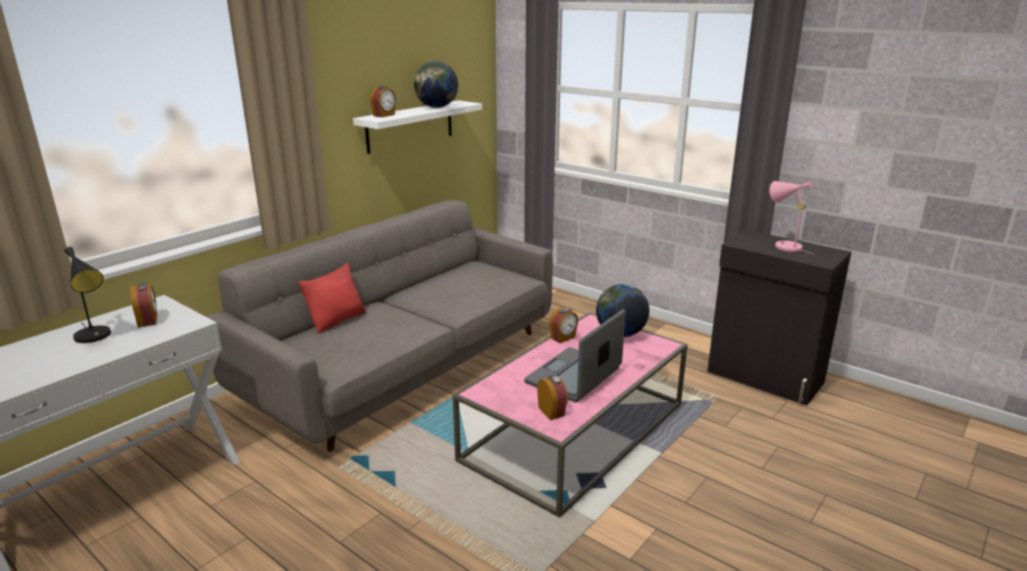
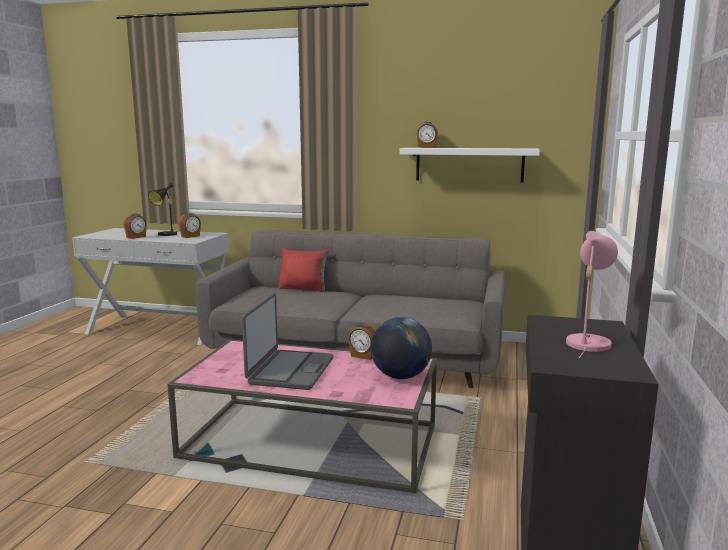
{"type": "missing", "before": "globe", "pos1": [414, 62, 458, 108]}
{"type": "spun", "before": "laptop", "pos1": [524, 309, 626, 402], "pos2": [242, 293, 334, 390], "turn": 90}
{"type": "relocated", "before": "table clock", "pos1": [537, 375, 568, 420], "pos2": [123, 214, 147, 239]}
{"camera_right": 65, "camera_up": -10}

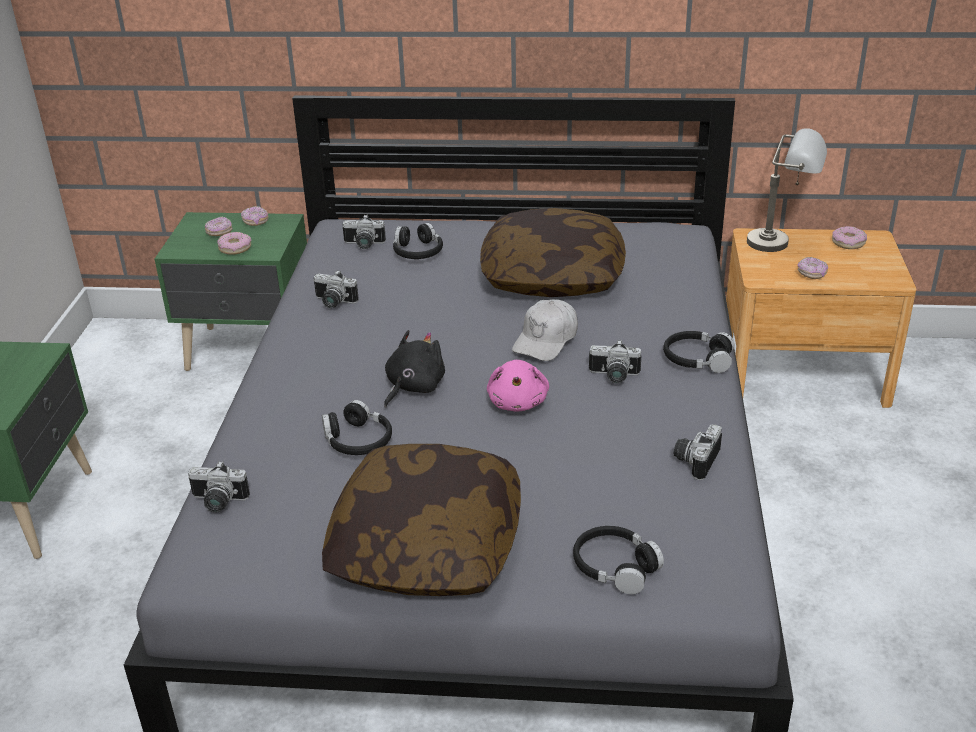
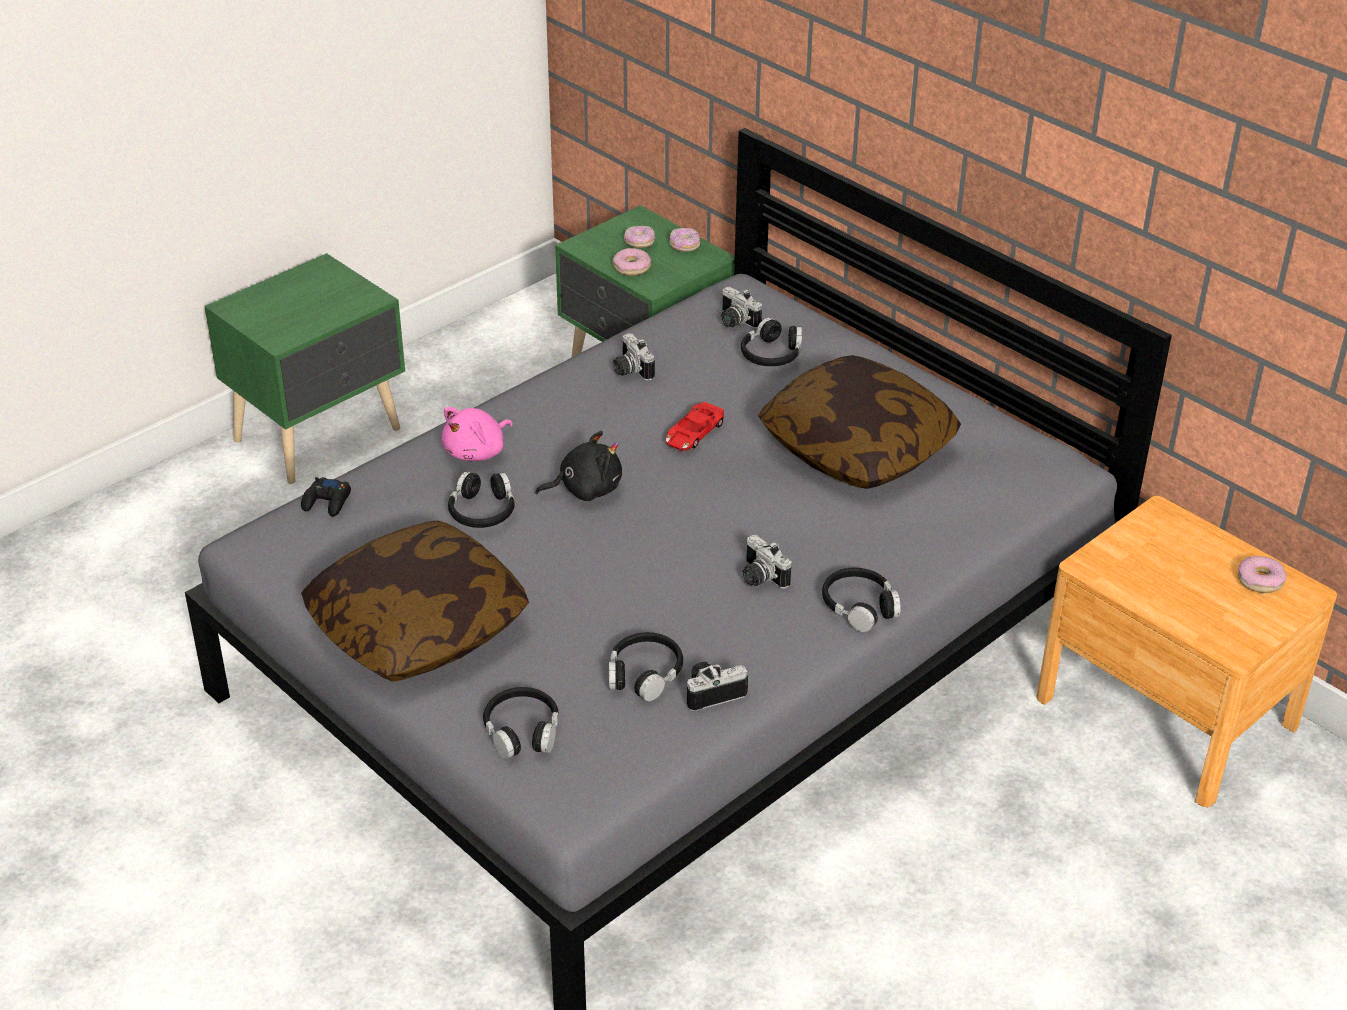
{"type": "missing", "before": "gray lamp for a table", "pos1": [747, 128, 827, 252]}
{"type": "missing", "before": "ring doughnut", "pos1": [798, 257, 828, 279]}
{"type": "missing", "before": "white peaked cap", "pos1": [512, 299, 578, 361]}
{"type": "relocated", "before": "pinkish soft toy", "pos1": [487, 360, 549, 412], "pos2": [441, 407, 513, 461]}
{"type": "exchanged", "before": "still camera", "after": "blackish gamepad", "pos1": [188, 461, 250, 513], "pos2": [301, 477, 351, 517]}
{"type": "appeared", "after": "red model car", "pos2": [666, 402, 724, 451]}
{"type": "appeared", "after": "blackish headset", "pos2": [609, 632, 683, 701]}
{"camera_right": 40, "camera_up": 5}

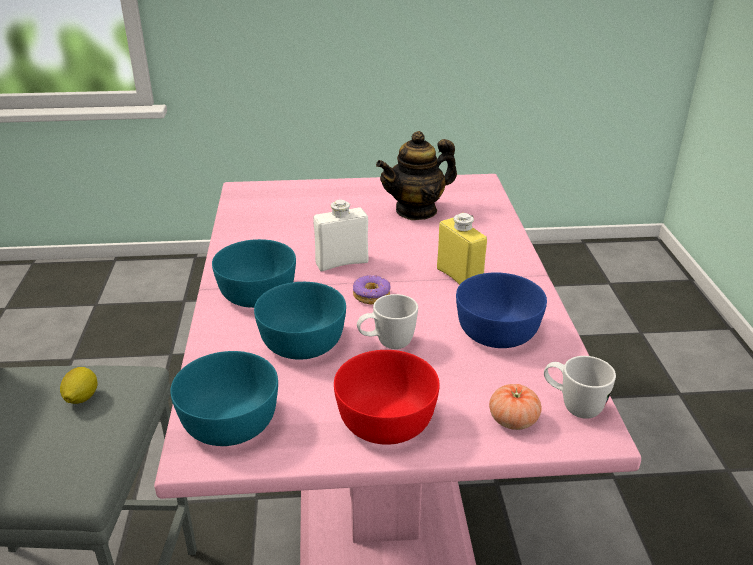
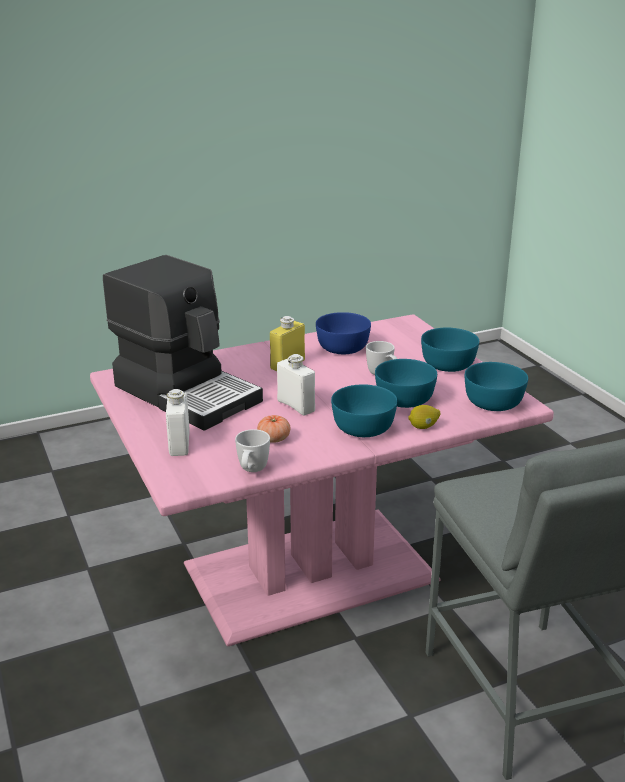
{"type": "exchanged", "before": "tea pot", "after": "coffee maker", "pos1": [376, 131, 457, 220], "pos2": [103, 255, 263, 431]}
{"type": "missing", "before": "ring doughnut", "pos1": [353, 275, 390, 305]}
{"type": "colour", "before": "red serving bowl", "after": "turquoise serving bowl", "pos1": [334, 350, 440, 445], "pos2": [421, 328, 479, 372]}
{"type": "relocated", "before": "white coffee mug", "pos1": [544, 356, 616, 419], "pos2": [235, 429, 270, 472]}
{"type": "relocated", "before": "citrus fruit", "pos1": [60, 367, 98, 404], "pos2": [408, 405, 440, 429]}
{"type": "relocated", "before": "fresh tomato", "pos1": [489, 384, 542, 430], "pos2": [257, 415, 290, 443]}
{"type": "appeared", "after": "white bottle", "pos2": [166, 389, 190, 456]}
{"camera_right": -110, "camera_up": -5}

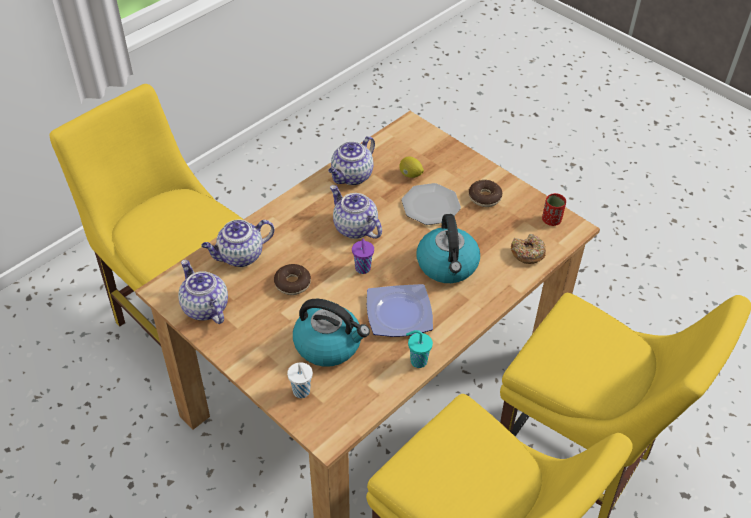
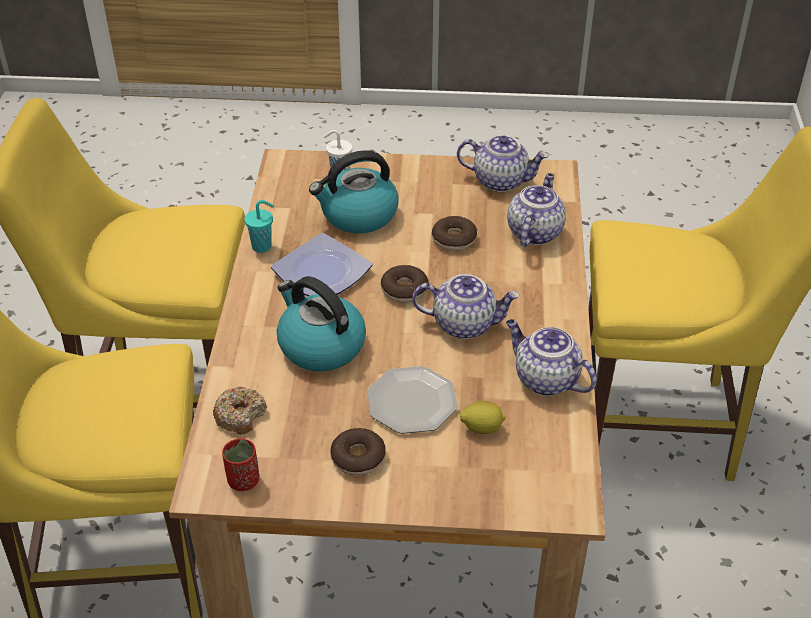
{"type": "spun", "before": "tea pot", "pos1": [328, 136, 375, 185], "pos2": [506, 319, 597, 396], "turn": -45}
{"type": "exchanged", "before": "purple-coloured cup", "after": "ring doughnut", "pos1": [352, 239, 374, 274], "pos2": [381, 265, 429, 303]}
{"camera_right": 140, "camera_up": -5}

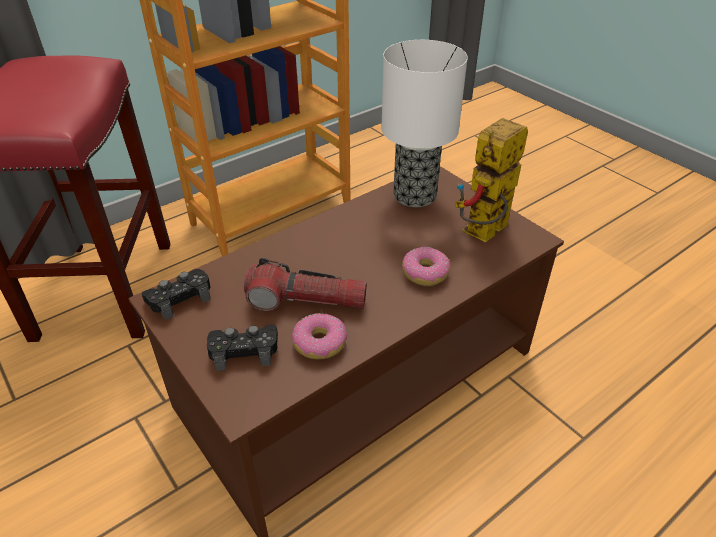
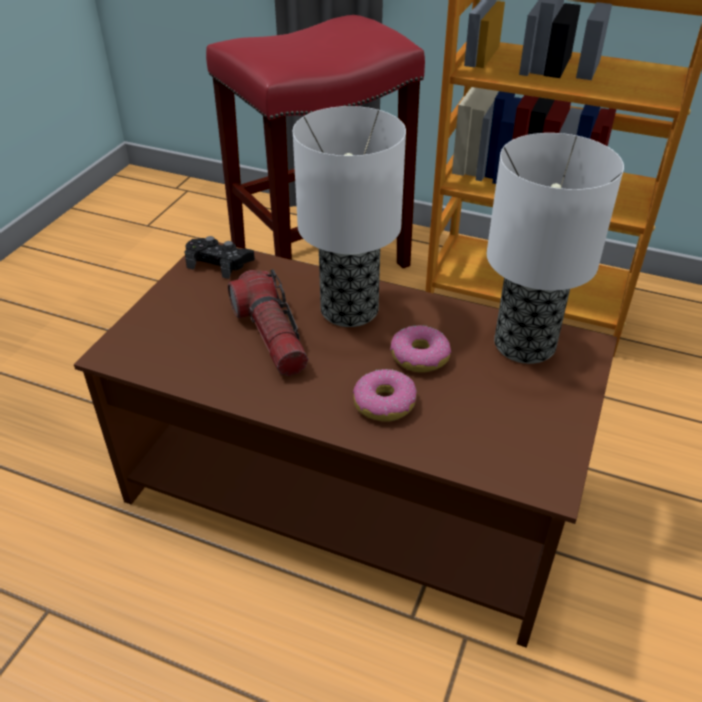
{"type": "missing", "before": "toy robot", "pos1": [455, 118, 528, 242]}
{"type": "relocated", "before": "ring doughnut", "pos1": [292, 313, 347, 360], "pos2": [390, 325, 451, 373]}
{"type": "missing", "before": "blackish gamepad", "pos1": [207, 325, 278, 371]}
{"type": "appeared", "after": "lamp for a table", "pos2": [293, 106, 406, 327]}
{"camera_right": 60, "camera_up": 0}

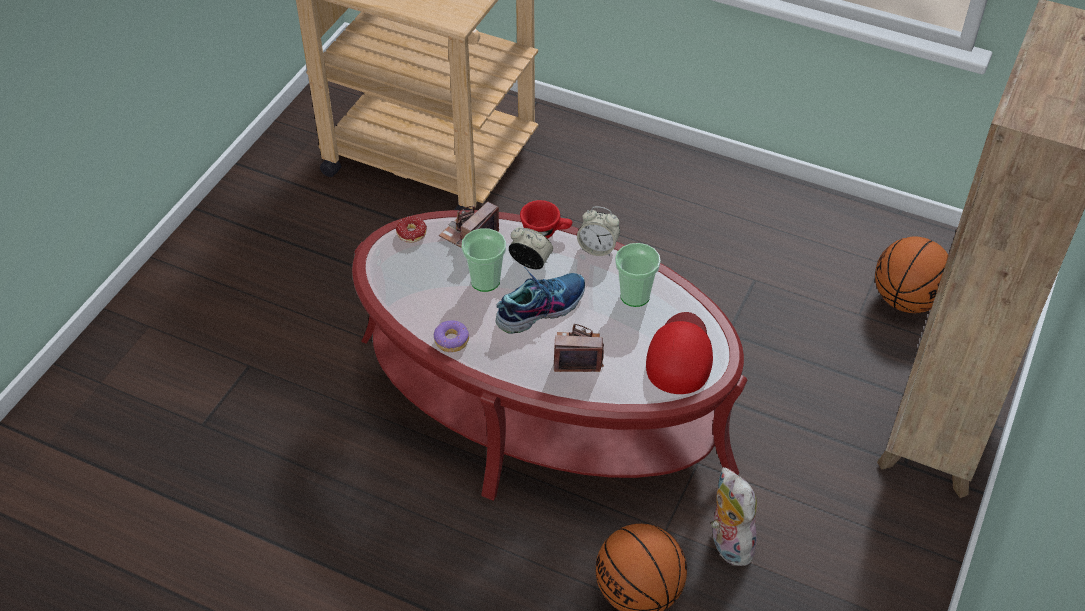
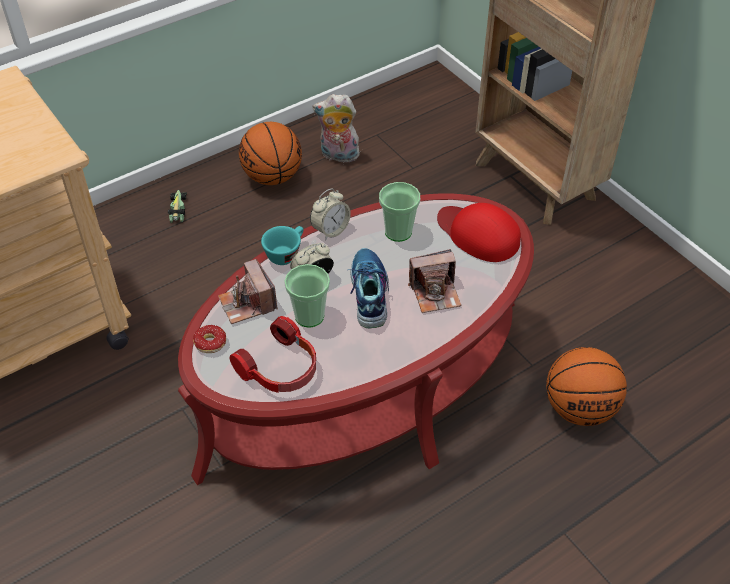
{"type": "colour", "before": "red cup", "after": "turquoise cup", "pos1": [520, 200, 572, 239], "pos2": [261, 226, 303, 265]}
{"type": "relocated", "before": "ball for basketball", "pos1": [875, 237, 948, 313], "pos2": [239, 122, 302, 185]}
{"type": "missing", "before": "ring doughnut", "pos1": [434, 320, 470, 352]}
{"type": "spun", "before": "still camera", "pos1": [554, 324, 604, 372], "pos2": [408, 249, 462, 313], "turn": -135}
{"type": "relocated", "before": "soft toy", "pos1": [711, 467, 758, 566], "pos2": [313, 94, 360, 163]}
{"type": "appeared", "after": "model car", "pos2": [168, 190, 187, 223]}
{"type": "appeared", "after": "headset", "pos2": [229, 316, 316, 393]}
{"camera_right": -60, "camera_up": 0}

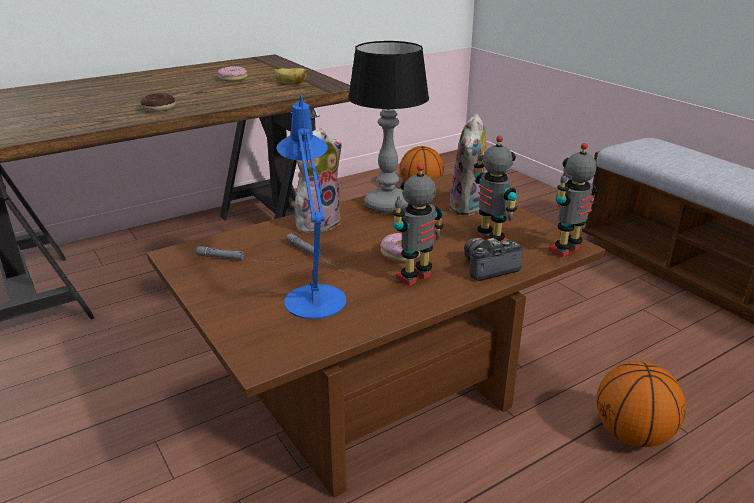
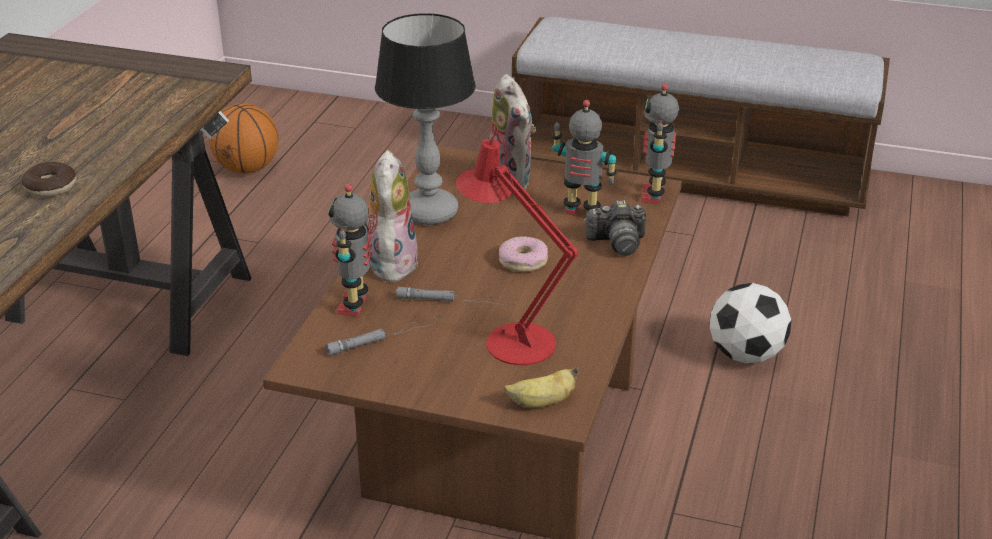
{"type": "missing", "before": "ring doughnut", "pos1": [218, 66, 247, 82]}
{"type": "relocated", "before": "banana", "pos1": [274, 68, 309, 84], "pos2": [504, 367, 579, 408]}
{"type": "colour", "before": "bluish lamp for a table", "after": "red lamp for a table", "pos1": [277, 95, 346, 319], "pos2": [456, 133, 578, 365]}
{"type": "relocated", "before": "toy robot", "pos1": [393, 164, 443, 286], "pos2": [328, 184, 372, 316]}
{"type": "spun", "before": "still camera", "pos1": [464, 237, 523, 281], "pos2": [584, 200, 646, 256], "turn": -120}
{"type": "exchanged", "before": "ball for basketball", "after": "football ball", "pos1": [596, 361, 686, 447], "pos2": [709, 283, 792, 364]}
{"camera_right": -40, "camera_up": 5}

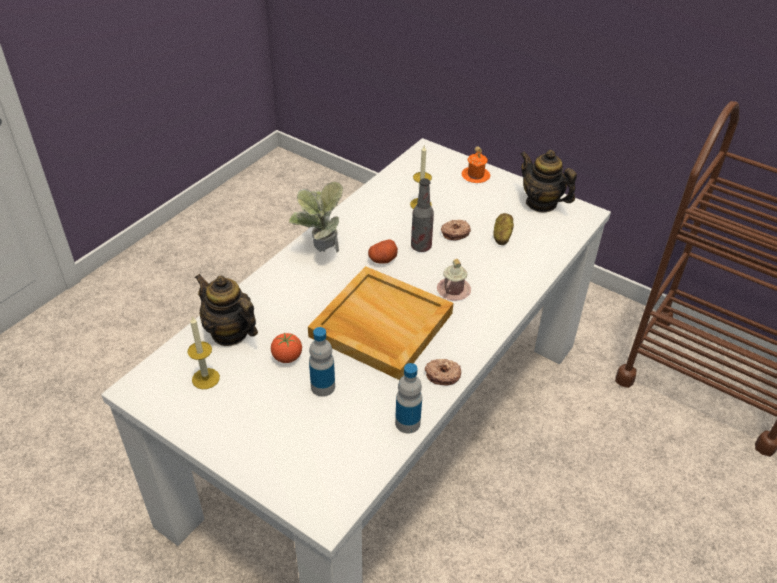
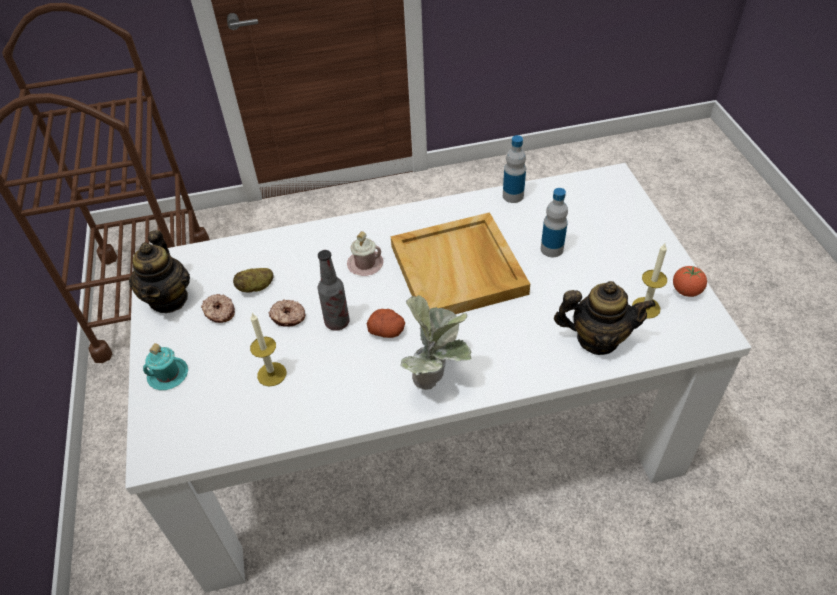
{"type": "colour", "before": "orange-coloured coffee mug", "after": "turquoise coffee mug", "pos1": [462, 147, 490, 183], "pos2": [143, 343, 188, 390]}
{"type": "spun", "before": "tea pot", "pos1": [195, 274, 258, 346], "pos2": [554, 281, 656, 355], "turn": -75}
{"type": "relocated", "before": "fresh tomato", "pos1": [271, 333, 302, 363], "pos2": [673, 266, 707, 297]}
{"type": "relocated", "before": "ring doughnut", "pos1": [425, 359, 461, 385], "pos2": [201, 294, 235, 323]}
{"camera_right": -135, "camera_up": 5}

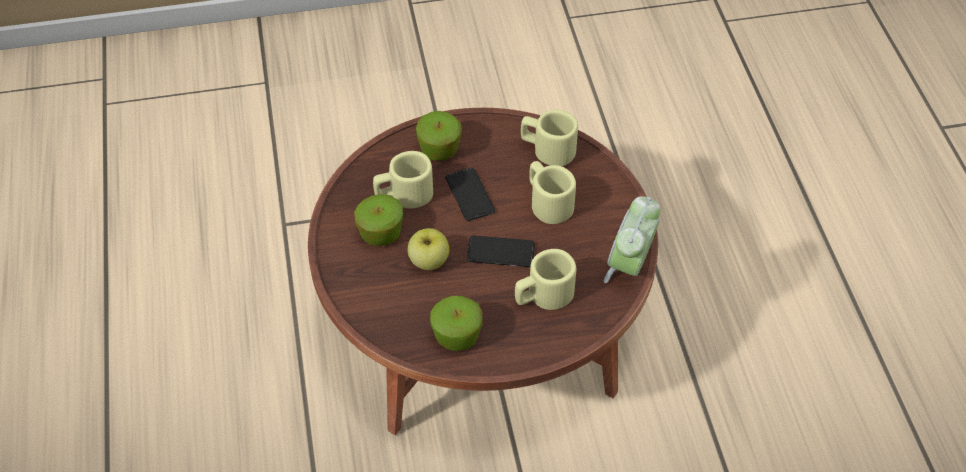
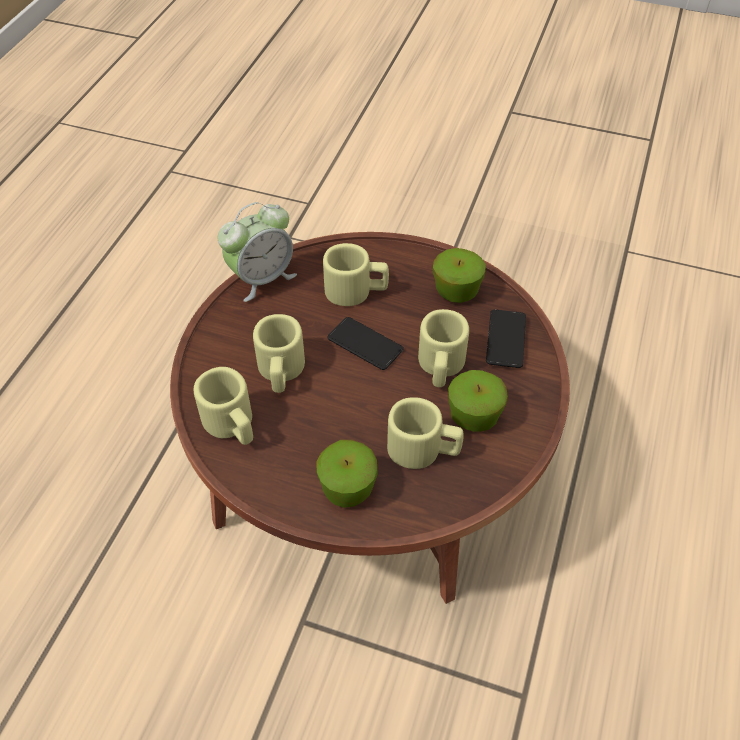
{"type": "relocated", "before": "telephone", "pos1": [445, 168, 495, 221], "pos2": [486, 309, 526, 368]}
{"type": "exchanged", "before": "apple", "after": "beige coffee mug", "pos1": [408, 228, 449, 270], "pos2": [418, 309, 469, 387]}
{"camera_right": -150, "camera_up": 0}

